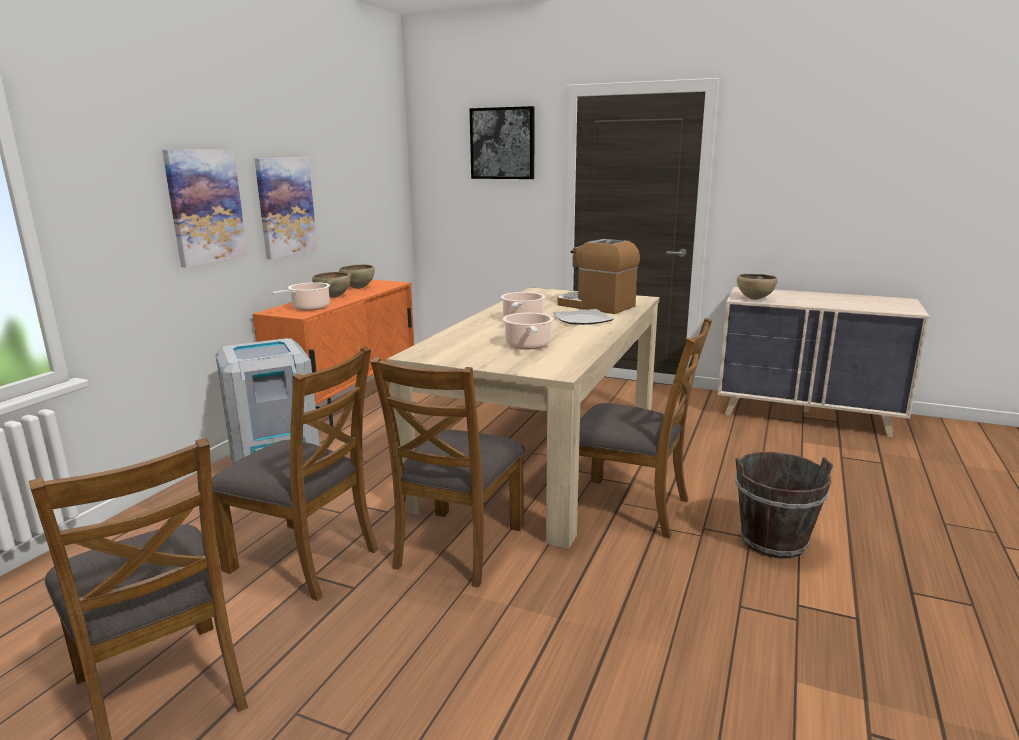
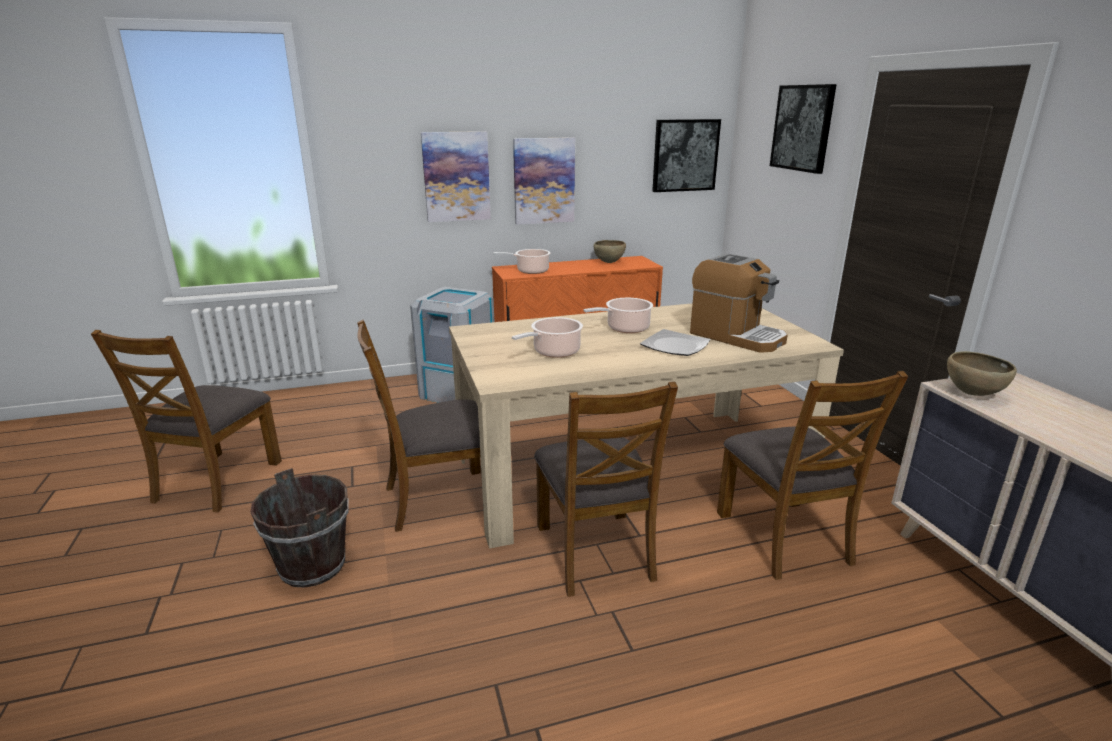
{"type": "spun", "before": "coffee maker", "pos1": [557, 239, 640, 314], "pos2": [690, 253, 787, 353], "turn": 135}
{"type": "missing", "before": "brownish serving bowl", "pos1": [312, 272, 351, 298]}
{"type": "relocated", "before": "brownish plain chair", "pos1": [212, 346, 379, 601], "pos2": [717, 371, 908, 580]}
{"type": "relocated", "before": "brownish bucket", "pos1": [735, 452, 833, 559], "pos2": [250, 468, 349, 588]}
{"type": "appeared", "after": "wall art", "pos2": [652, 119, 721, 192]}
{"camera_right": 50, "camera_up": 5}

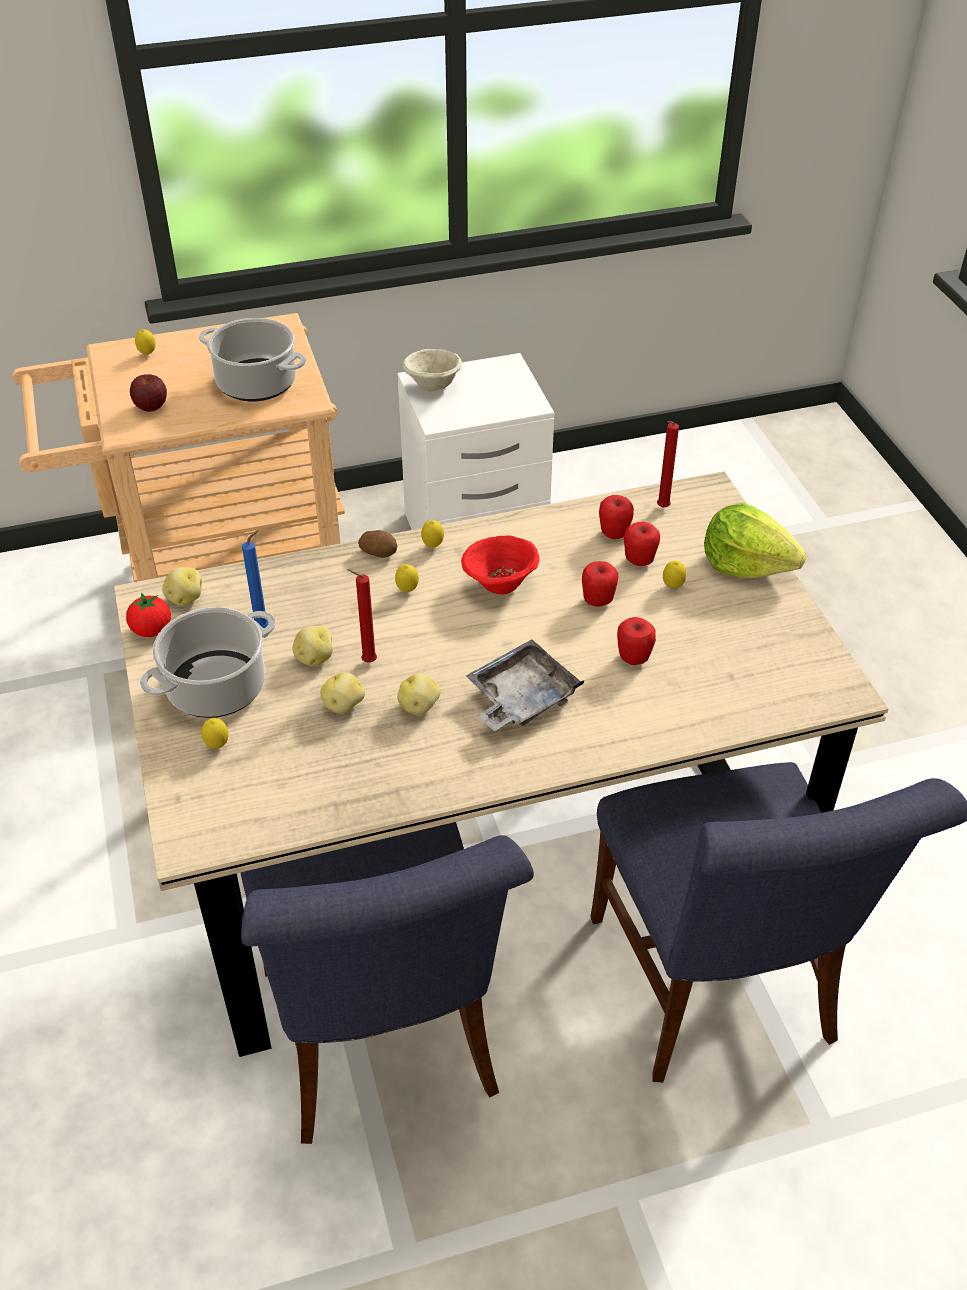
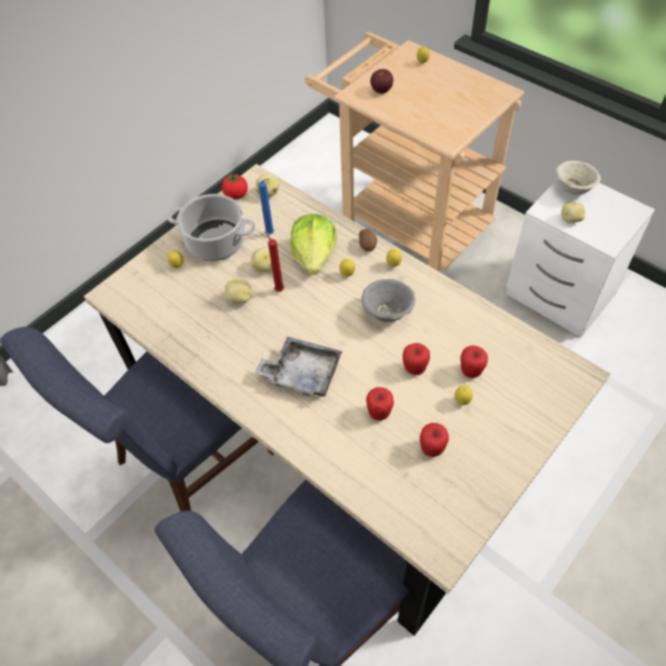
{"type": "missing", "before": "saucepot", "pos1": [199, 318, 306, 401]}
{"type": "missing", "before": "red candle", "pos1": [657, 421, 679, 508]}
{"type": "relocated", "before": "apple", "pos1": [599, 495, 634, 539], "pos2": [420, 423, 449, 457]}
{"type": "relocated", "before": "head of lettuce", "pos1": [704, 503, 807, 578], "pos2": [290, 214, 337, 275]}
{"type": "colour", "before": "red serving bowl", "after": "gray serving bowl", "pos1": [461, 535, 539, 595], "pos2": [361, 279, 416, 322]}
{"type": "relocated", "before": "spud", "pos1": [397, 673, 441, 715], "pos2": [561, 203, 585, 223]}
{"camera_right": 60, "camera_up": 10}

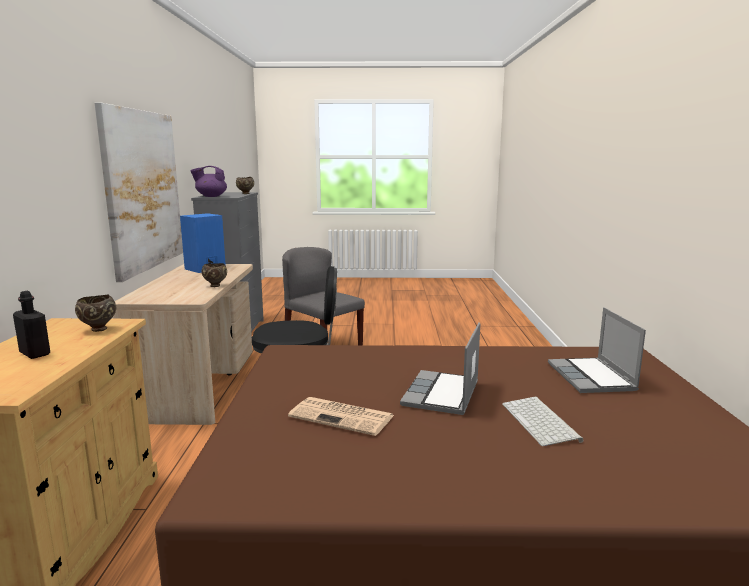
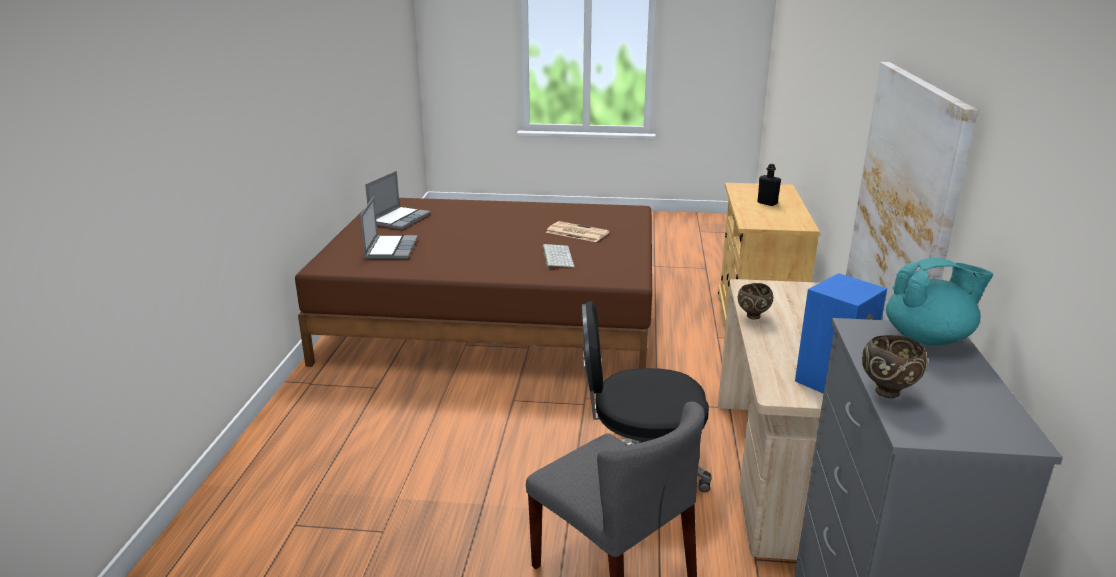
{"type": "colour", "before": "purple-coloured tea pot", "after": "turquoise tea pot", "pos1": [190, 166, 227, 197], "pos2": [886, 258, 993, 345]}
{"type": "missing", "before": "brownish serving bowl", "pos1": [75, 295, 116, 332]}
{"type": "relocated", "before": "laptop", "pos1": [400, 322, 480, 415], "pos2": [365, 171, 431, 230]}
{"type": "relocated", "before": "keyboard", "pos1": [502, 397, 583, 446], "pos2": [543, 244, 575, 269]}
{"camera_right": -175, "camera_up": 10}

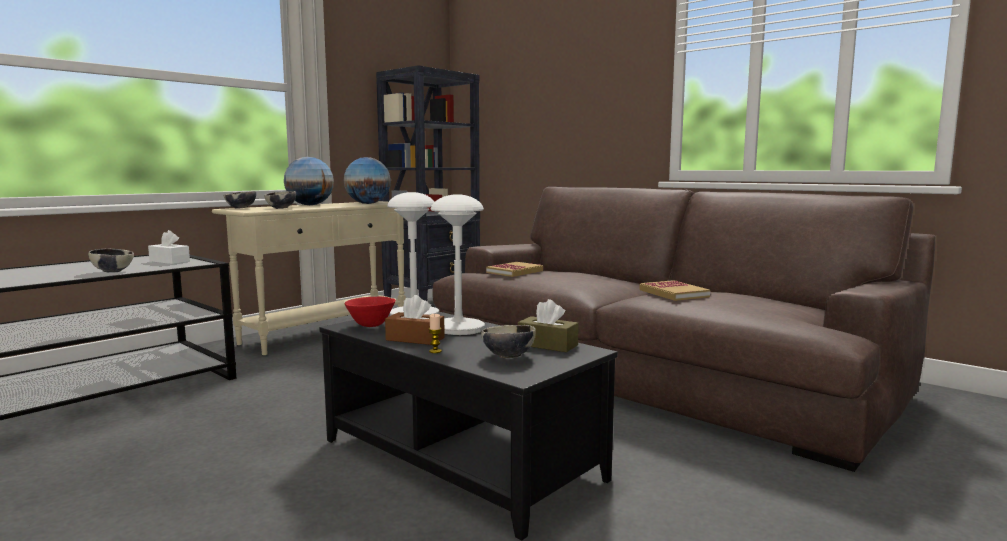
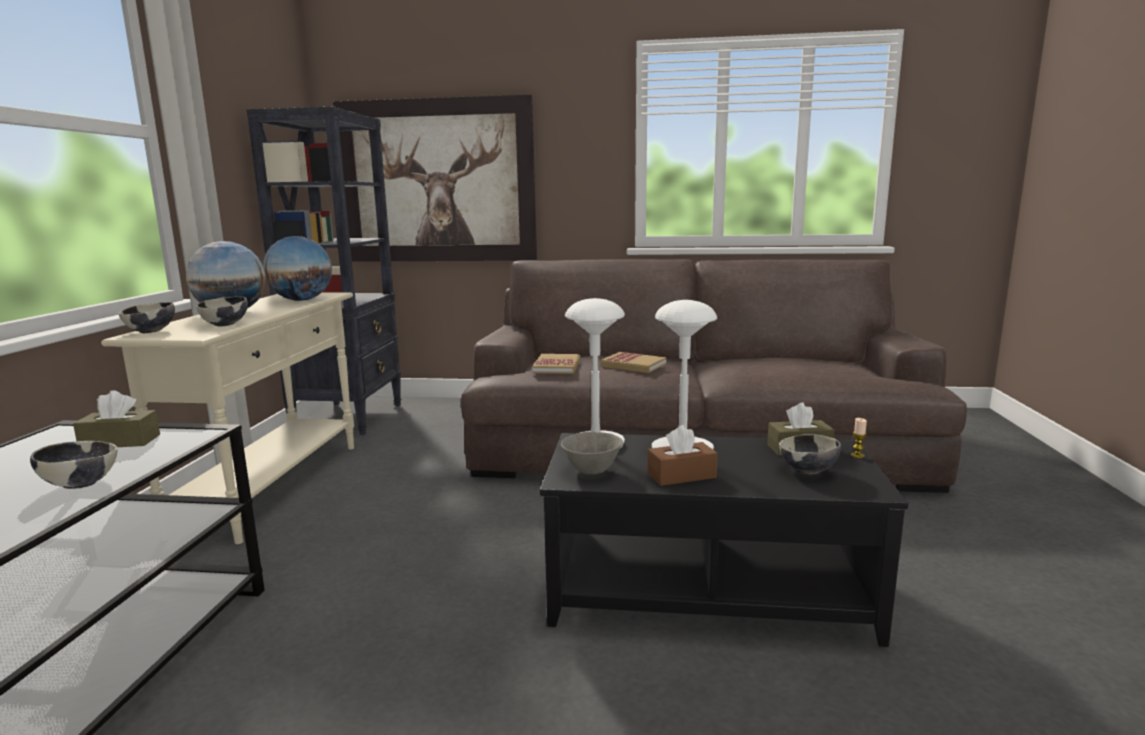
{"type": "colour", "before": "white tissue holder", "after": "brownish tissue holder", "pos1": [148, 230, 190, 264], "pos2": [73, 390, 160, 447]}
{"type": "relocated", "before": "book", "pos1": [639, 280, 710, 301], "pos2": [600, 352, 666, 373]}
{"type": "colour", "before": "red serving bowl", "after": "gray serving bowl", "pos1": [344, 296, 396, 327], "pos2": [561, 432, 623, 474]}
{"type": "relocated", "before": "candle", "pos1": [429, 314, 442, 353], "pos2": [851, 418, 867, 458]}
{"type": "appeared", "after": "wall art", "pos2": [333, 95, 537, 262]}
{"camera_right": -35, "camera_up": 5}

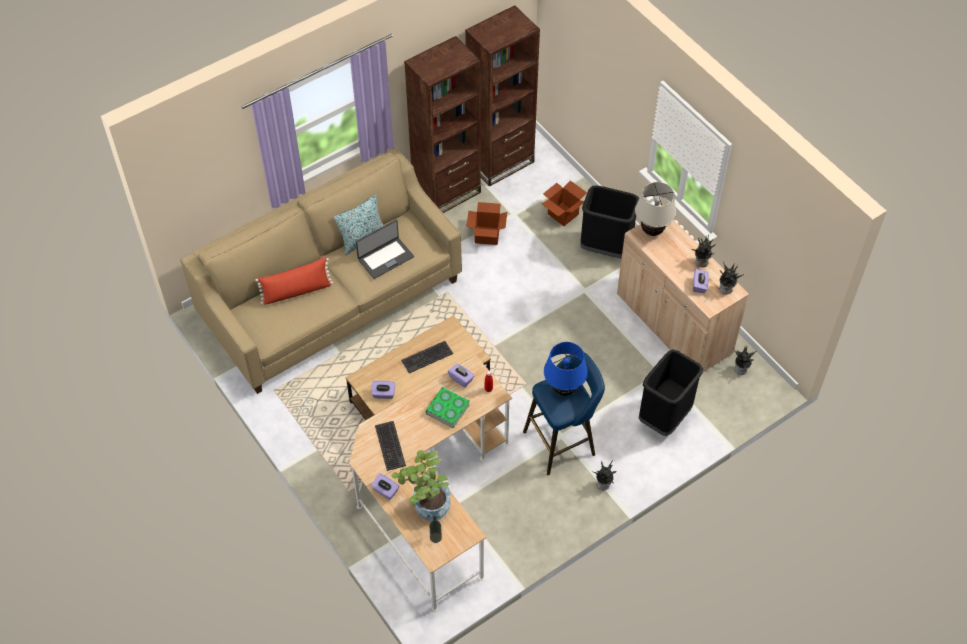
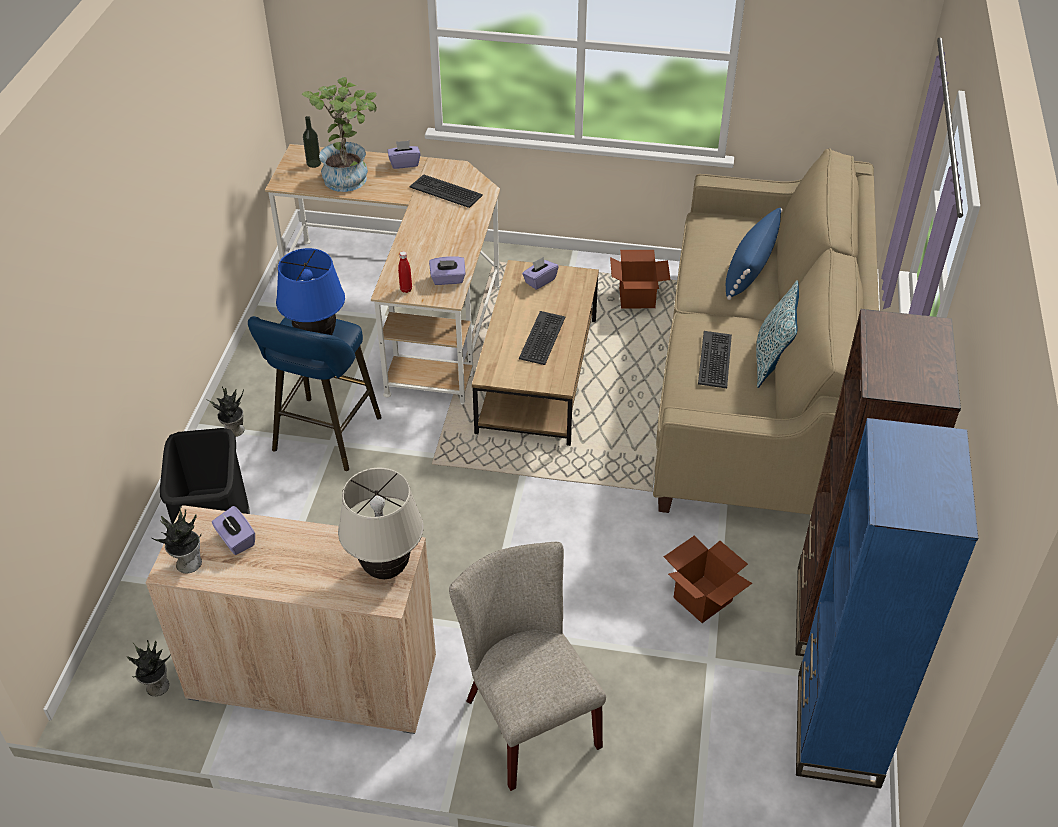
{"type": "colour", "before": "brownish bookshelf", "after": "bluish bookshelf", "pos1": [465, 6, 540, 187], "pos2": [796, 418, 978, 788]}
{"type": "relocated", "before": "carton", "pos1": [542, 180, 587, 226], "pos2": [610, 250, 671, 308]}
{"type": "exchanged", "before": "blackish rubbish bin", "after": "beige plain chair", "pos1": [580, 185, 639, 258], "pos2": [449, 542, 606, 791]}
{"type": "exchanged", "before": "laptop", "after": "keyboard", "pos1": [356, 220, 414, 279], "pos2": [698, 331, 732, 388]}
{"type": "missing", "before": "plant in a pot", "pos1": [692, 235, 716, 267]}
{"type": "colour", "before": "red pillow", "after": "bluish pillow", "pos1": [255, 257, 333, 305], "pos2": [726, 207, 783, 300]}
{"type": "missing", "before": "book", "pos1": [426, 387, 470, 428]}
{"camera_right": 135, "camera_up": -10}

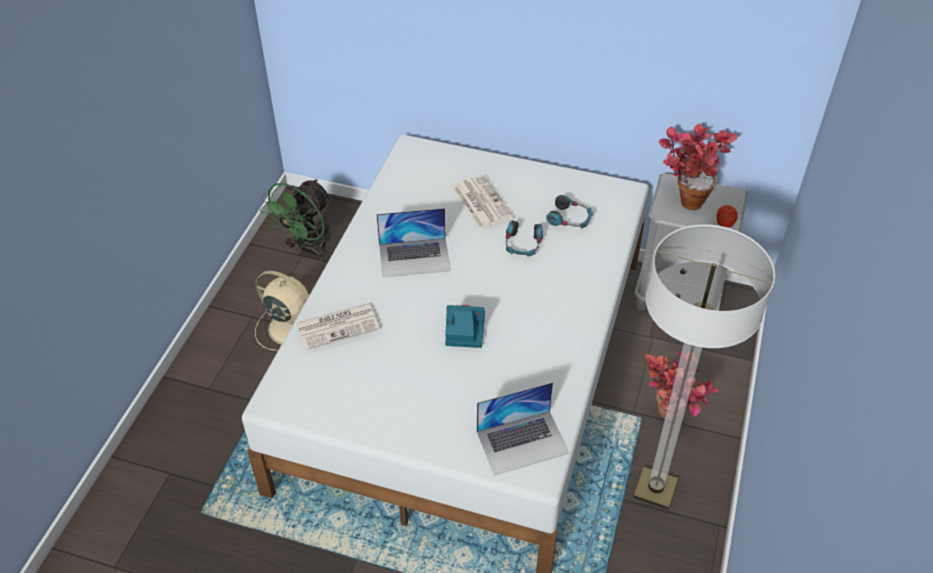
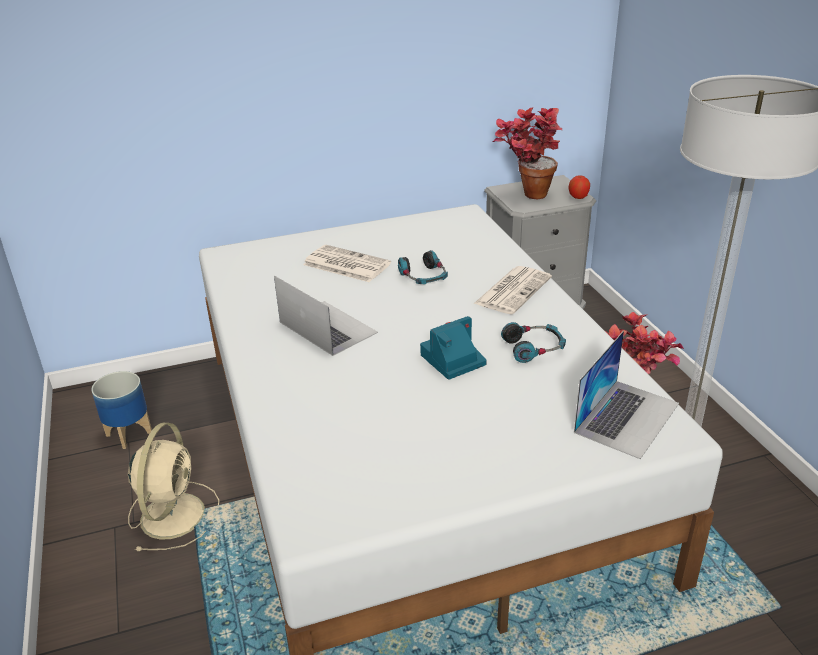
{"type": "exchanged", "before": "greenish fan", "after": "flower pot", "pos1": [260, 179, 331, 261], "pos2": [91, 371, 152, 449]}
{"type": "relocated", "before": "headset", "pos1": [546, 195, 593, 229], "pos2": [501, 322, 566, 363]}
{"type": "spun", "before": "laptop", "pos1": [377, 208, 451, 277], "pos2": [274, 276, 378, 356], "turn": -90}
{"type": "spun", "before": "beige fan", "pos1": [255, 270, 309, 351], "pos2": [128, 423, 219, 551], "turn": 105}
{"type": "relocated", "before": "newspaper", "pos1": [296, 303, 379, 350], "pos2": [473, 266, 552, 314]}
{"camera_right": -35, "camera_up": -15}

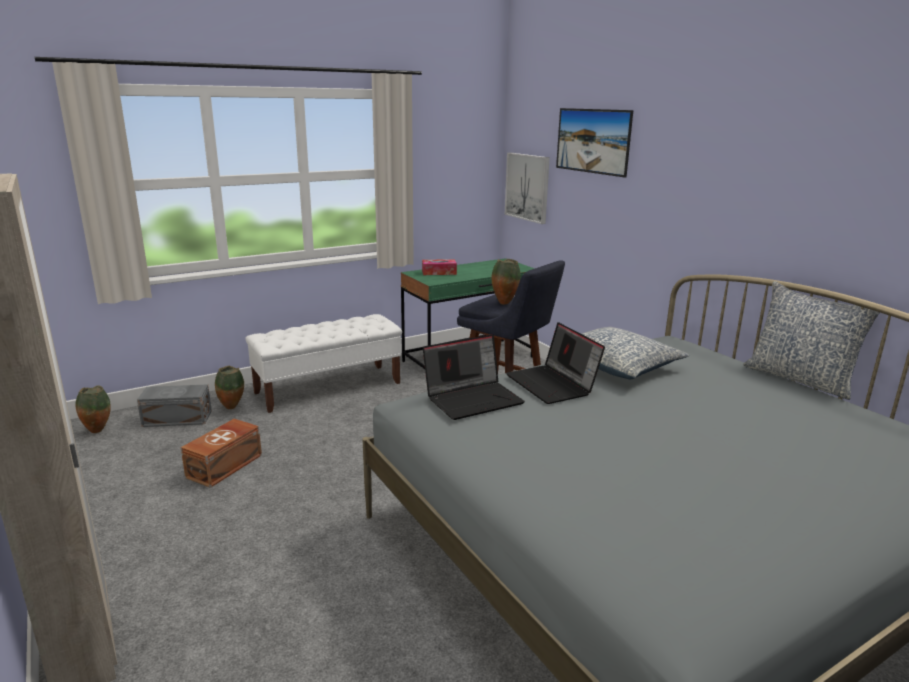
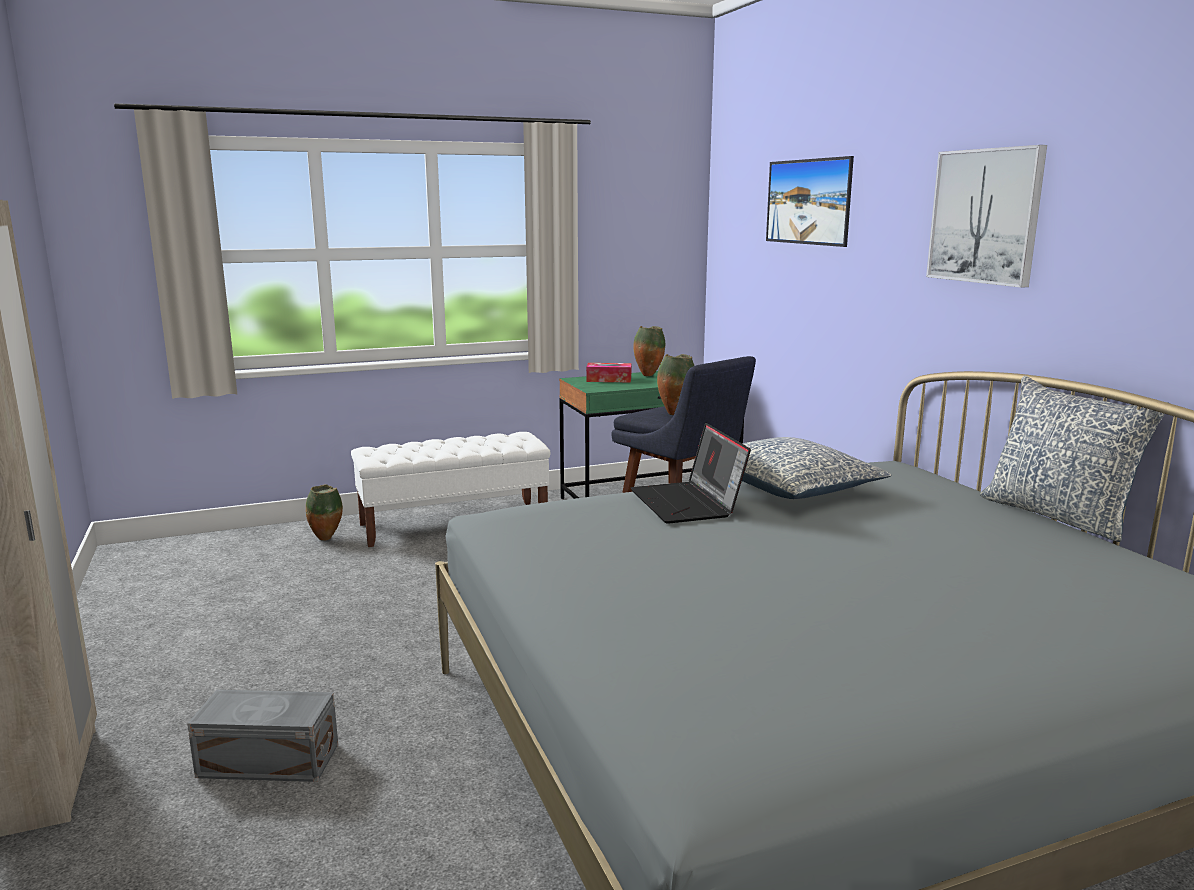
{"type": "relocated", "before": "wall art", "pos1": [505, 153, 550, 224], "pos2": [926, 145, 1047, 288]}
{"type": "missing", "before": "laptop", "pos1": [423, 334, 525, 420]}
{"type": "relocated", "before": "gray storage bin", "pos1": [137, 384, 212, 427], "pos2": [187, 690, 338, 782]}
{"type": "relocated", "before": "flower vase", "pos1": [75, 385, 110, 433], "pos2": [633, 326, 665, 376]}
{"type": "missing", "before": "brownish storage bin", "pos1": [181, 419, 262, 488]}
{"camera_right": 10, "camera_up": -5}

